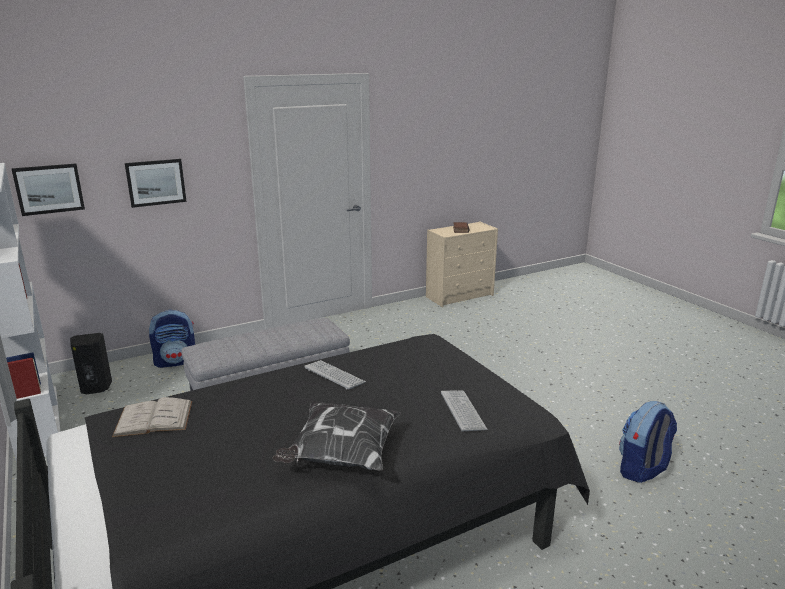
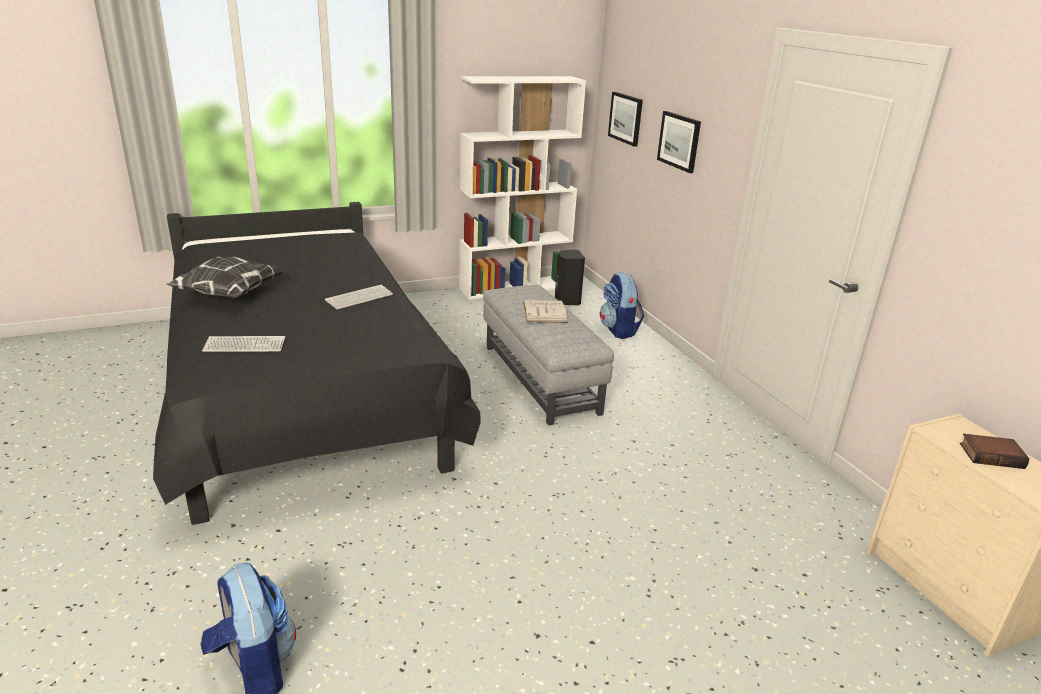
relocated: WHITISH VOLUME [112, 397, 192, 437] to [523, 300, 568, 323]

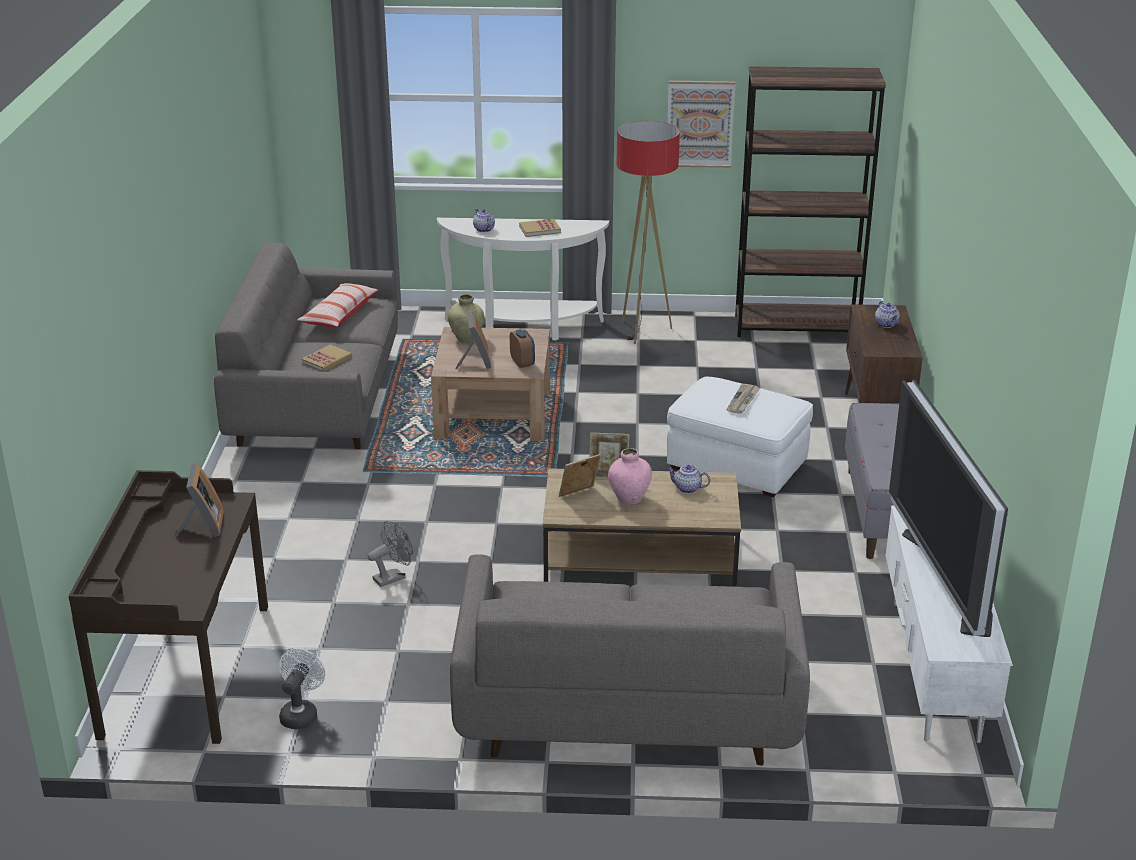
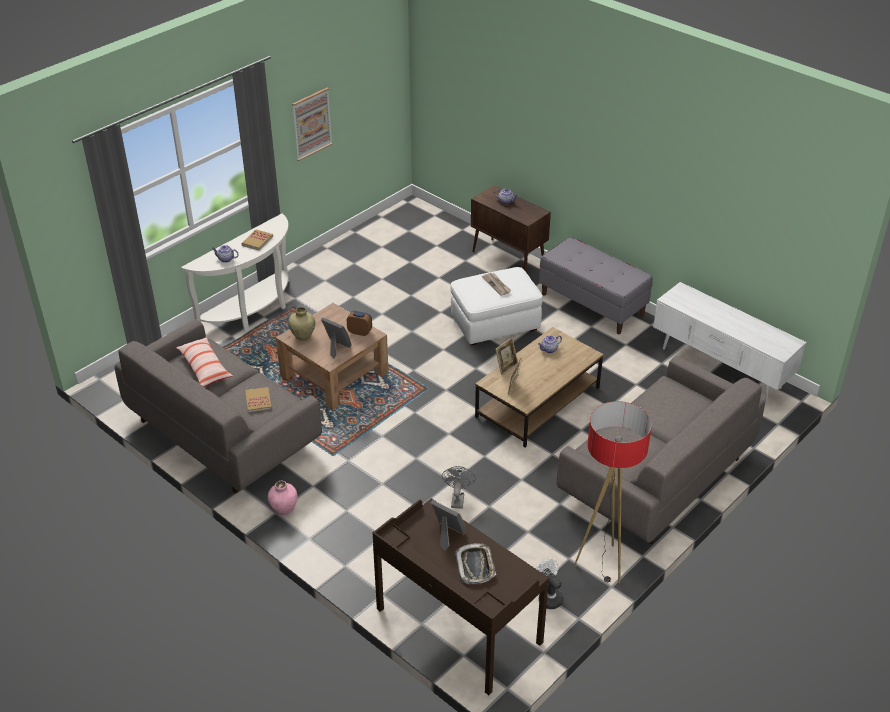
missing: BROWN-COLOURED SHELVING UNIT [735, 66, 886, 337]; TV [889, 380, 1008, 637]
appeared: SERVING TRAY [455, 543, 496, 584]
relocated: PINK FLOWER VASE [608, 448, 652, 504] to [268, 481, 298, 515]; STANDARD LAMP [617, 121, 680, 344] to [574, 401, 652, 583]

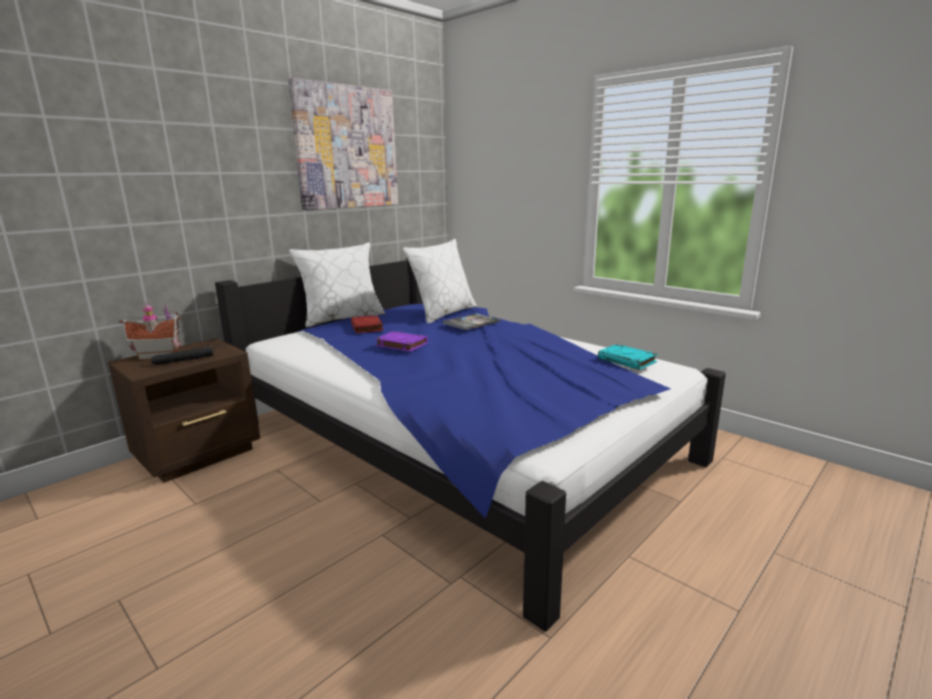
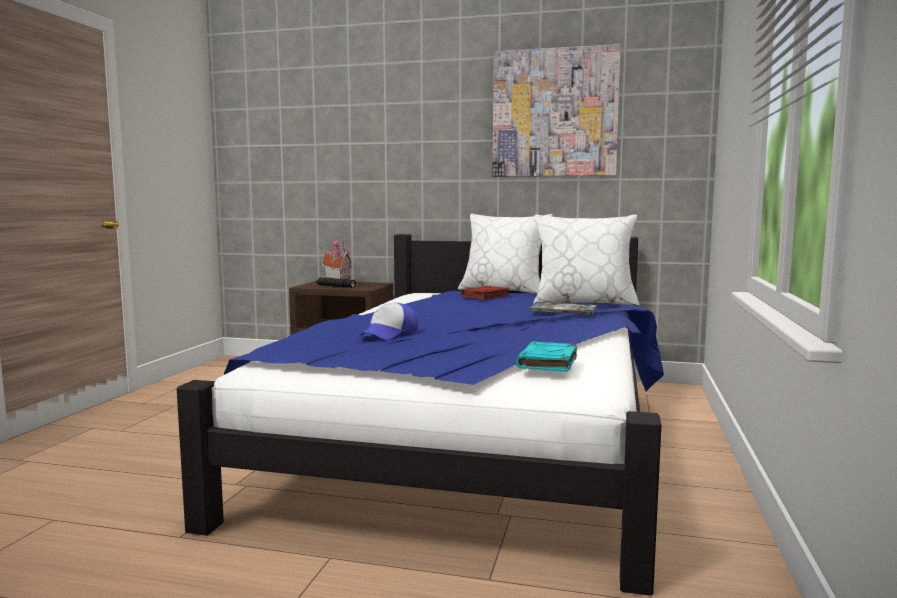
missing: PURPLE VOLUME [375, 331, 428, 352]
appeared: PEAKED CAP [360, 303, 418, 339]

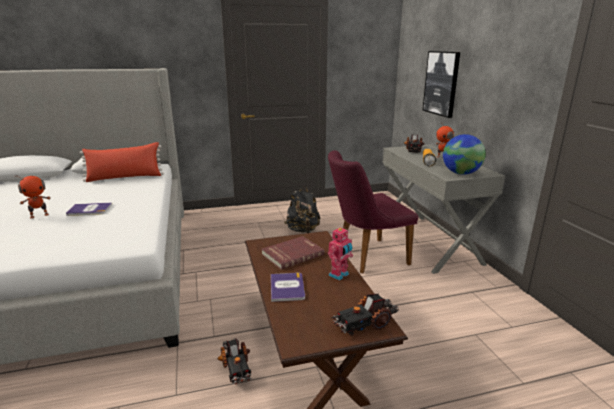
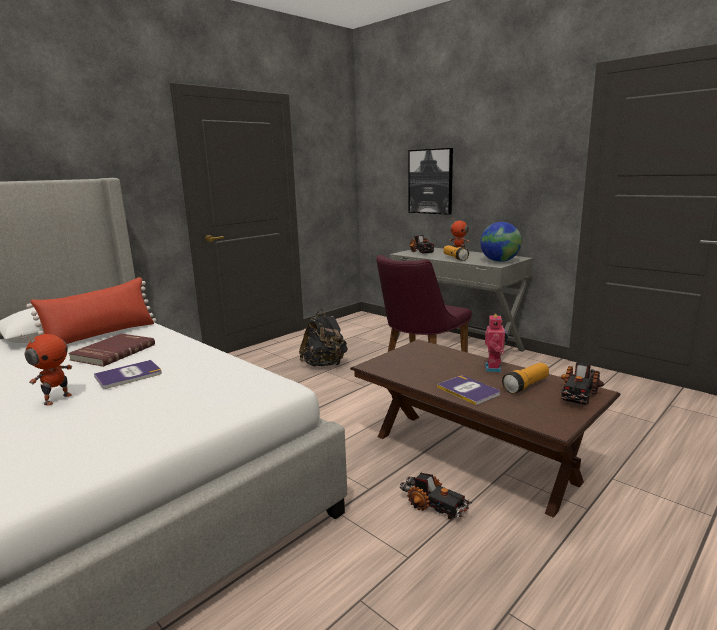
appeared: FLASHLIGHT [502, 363, 549, 394]
relocated: REDDISH VOLUME [262, 236, 325, 270] to [68, 333, 155, 367]

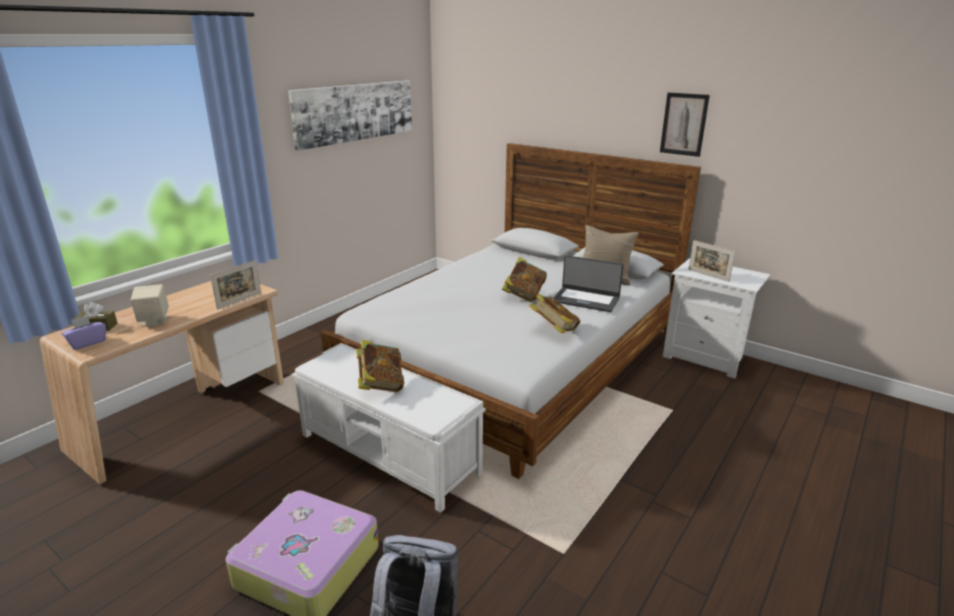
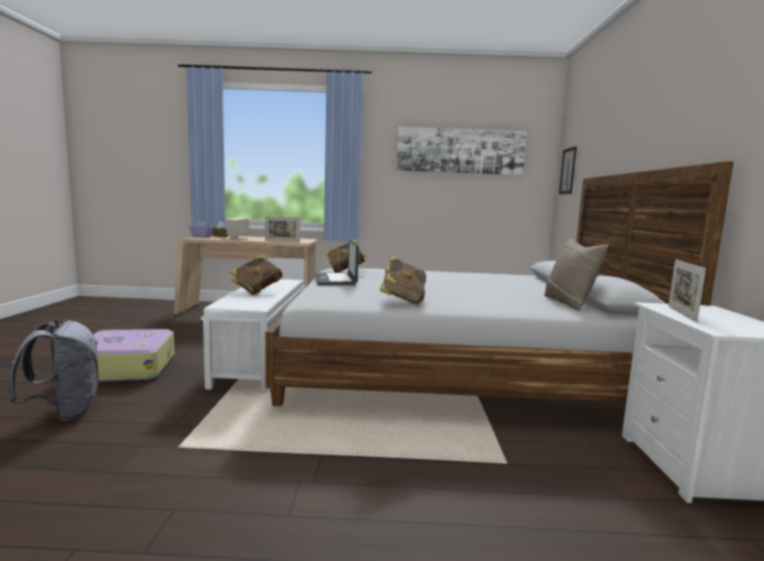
relocated: VOLUME [502, 257, 547, 302] to [325, 239, 368, 273]; PORTABLE COMPUTER [554, 255, 623, 312] to [315, 240, 359, 285]; PICTURE [660, 92, 710, 157] to [559, 146, 577, 194]

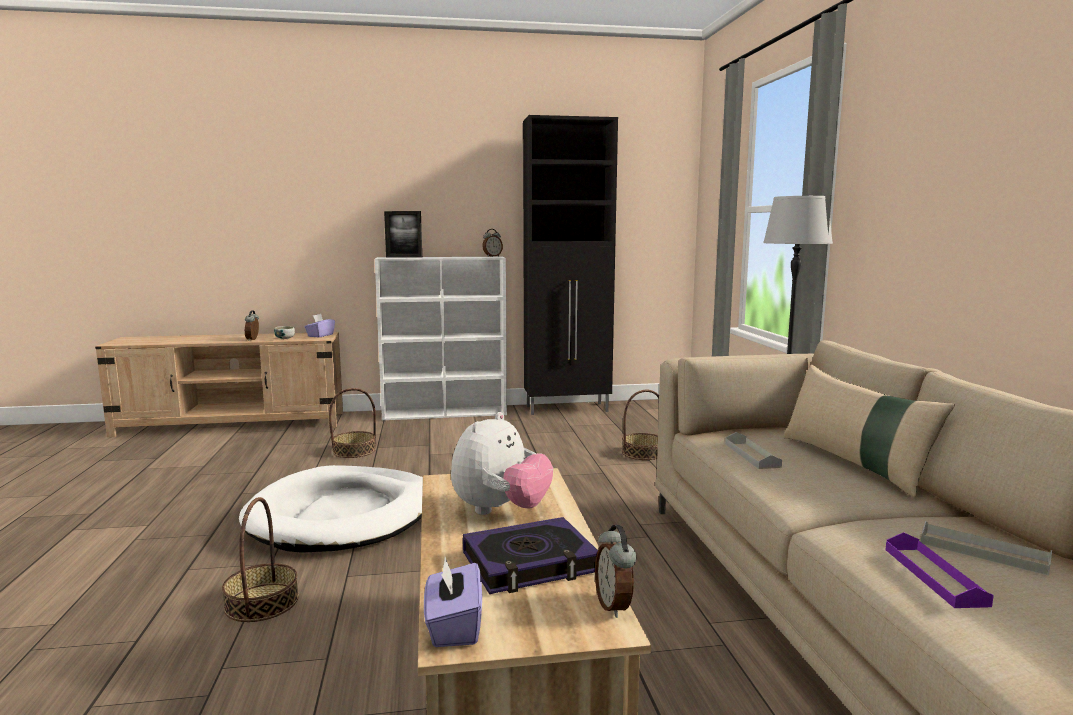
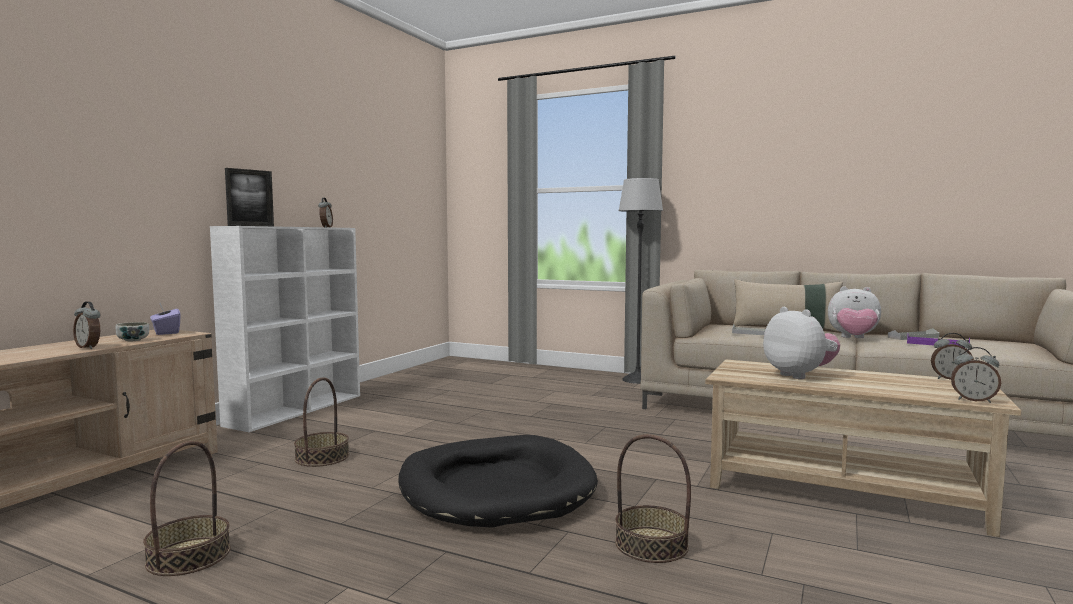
missing: VOLUME [463, 517, 598, 594]; BLACK-COLOURED CABINET [523, 115, 618, 415]
appeared: PLUSH TOY [828, 286, 881, 338]
relocated: HOUSEHOLD BASKET [622, 390, 659, 460] to [143, 441, 231, 576]
exchanged: PURPLE BOX OF TISSUES [424, 557, 482, 647] to TABLE CLOCK [951, 347, 1001, 403]
colour: WHITISH DOG BED [239, 465, 423, 553] to BLACK-COLOURED DOG BED [398, 435, 598, 528]

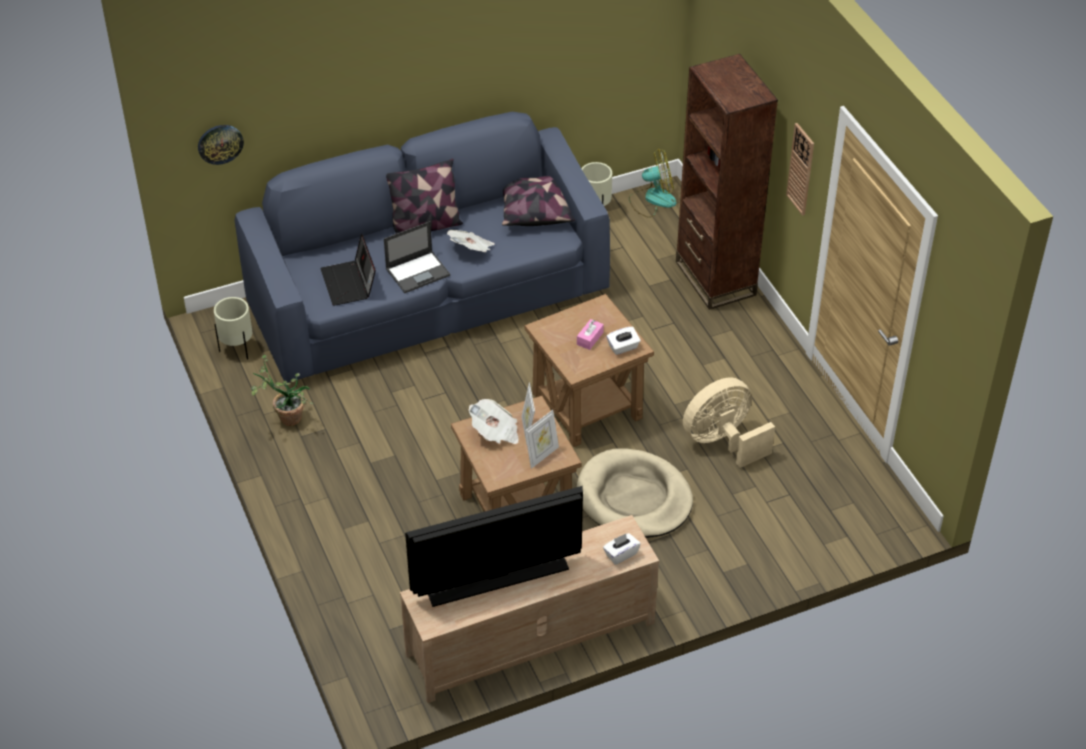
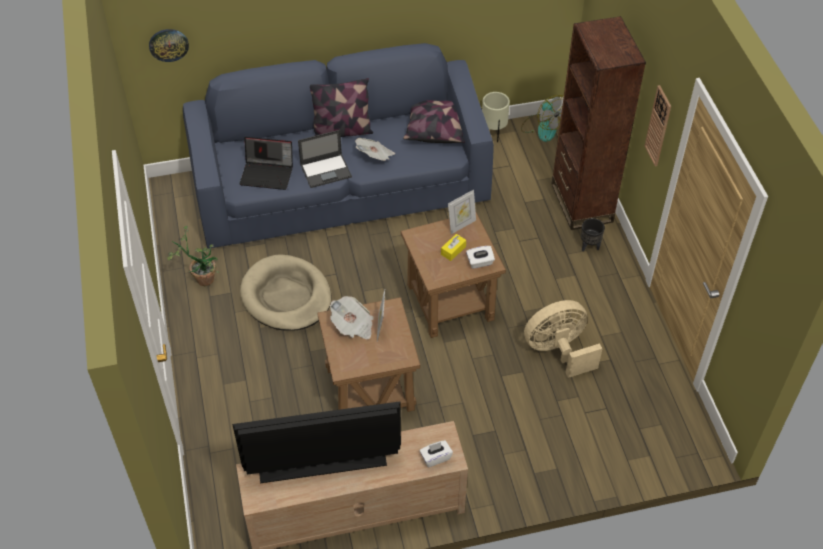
missing: SAND-COLOURED FLOWER POT [214, 297, 252, 360]
appeared: BLACK-COLOURED FLOWER POT [581, 218, 605, 252]
relocated: PHOTO FRAME [525, 410, 559, 469] to [448, 190, 476, 234]; SAND-COLOURED DOG BED [577, 448, 693, 538] to [240, 255, 332, 331]
colour: PINK BOX OF TISSUES [577, 319, 604, 350] to YELLOW-COLOURED BOX OF TISSUES [441, 234, 466, 261]
spun: PORTABLE COMPUTER [320, 233, 376, 306] = [239, 137, 293, 190] 75 degrees counterclockwise; COOLING FAN [629, 149, 677, 218] = [521, 95, 564, 142] 60 degrees clockwise

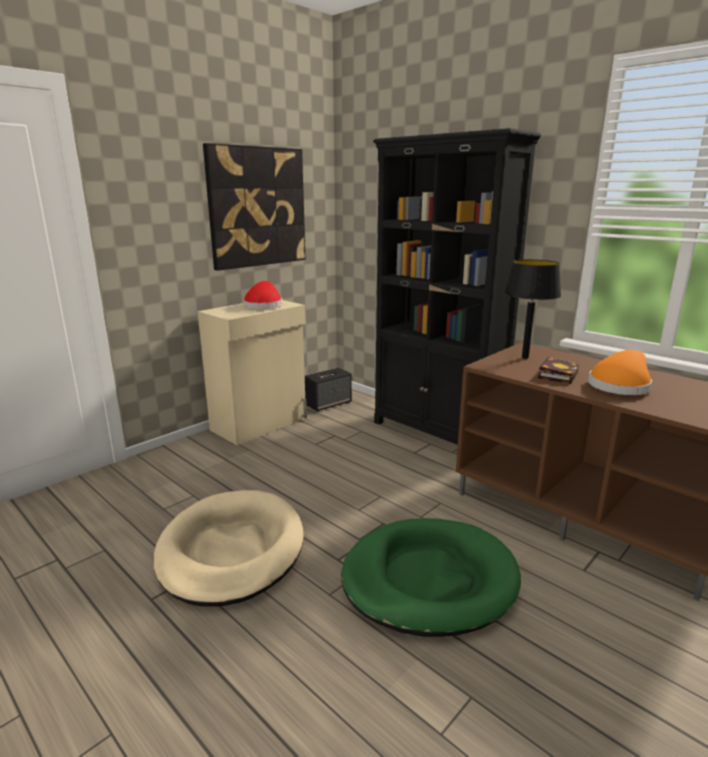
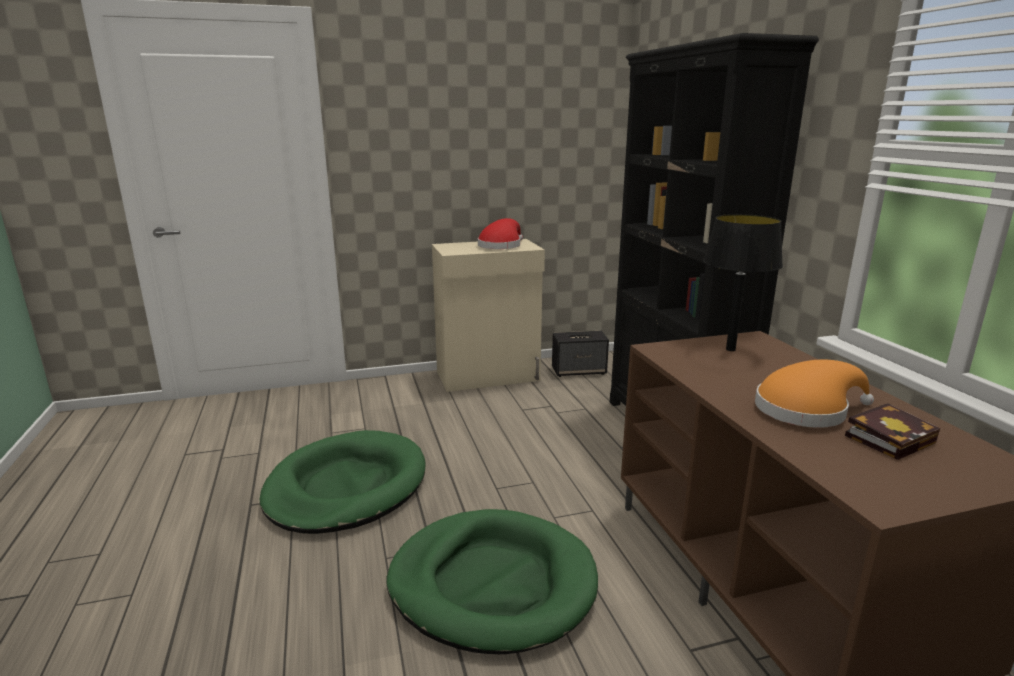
missing: PICTURE [203, 143, 306, 271]
relocated: VOLUME [538, 357, 579, 384] to [845, 403, 940, 460]
colour: SAND-COLOURED DOG BED [154, 490, 304, 607] to GREENISH DOG BED [259, 430, 425, 534]

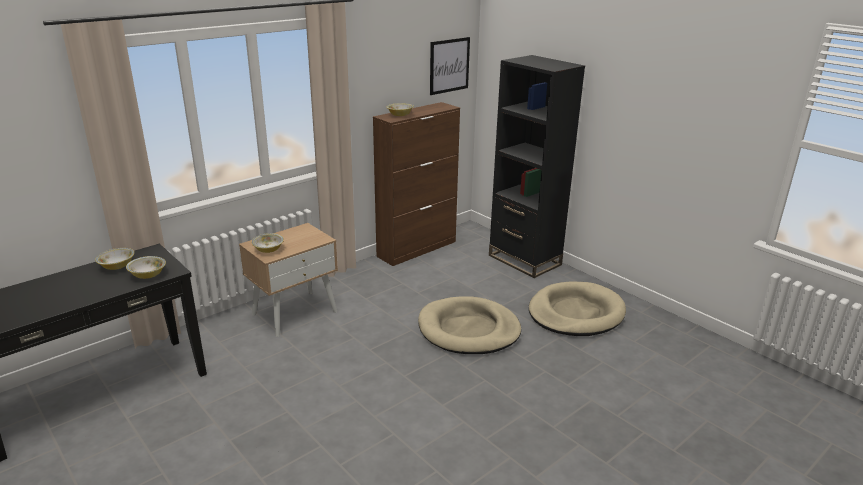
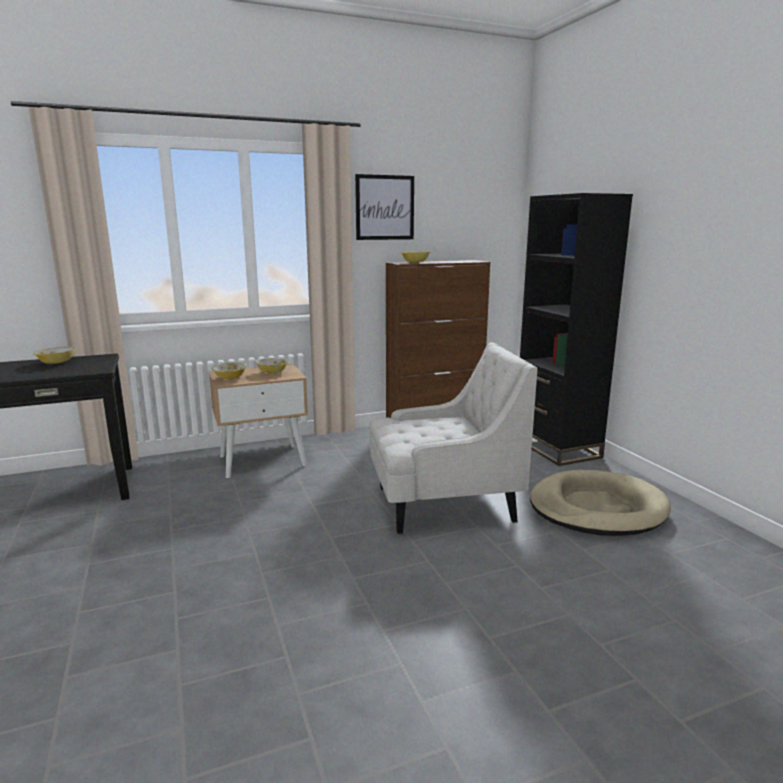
relocated: SERVING BOWL [126, 256, 166, 279] to [255, 358, 289, 373]; PICTURE [430, 37, 470, 95] to [355, 174, 414, 240]
exchanged: SAND-COLOURED DOG BED [418, 296, 521, 354] to WHITISH ARMCHAIR [369, 342, 538, 534]

